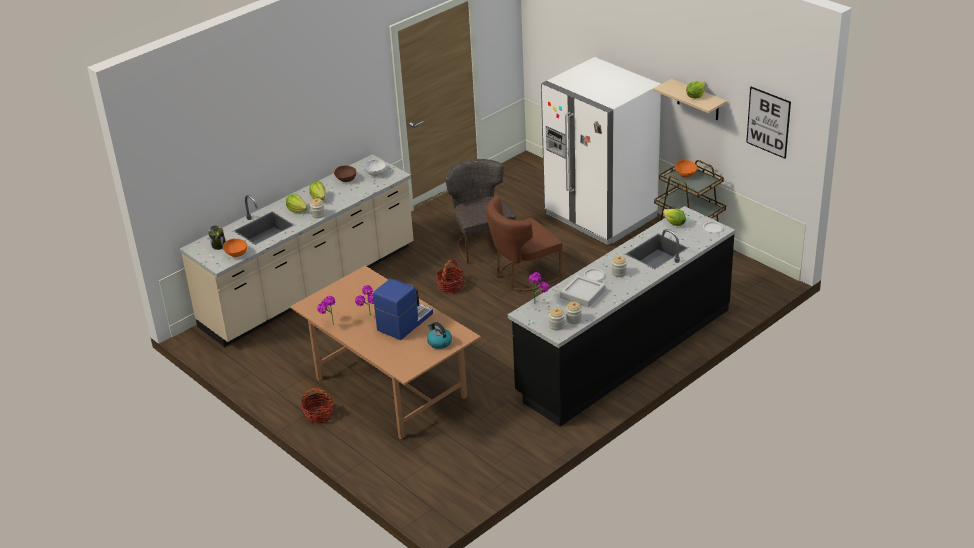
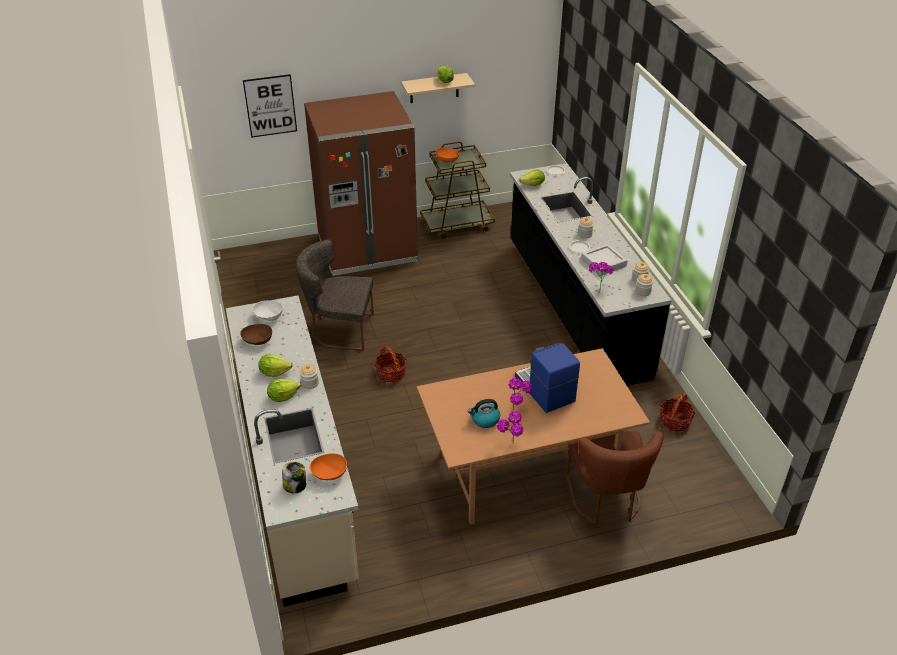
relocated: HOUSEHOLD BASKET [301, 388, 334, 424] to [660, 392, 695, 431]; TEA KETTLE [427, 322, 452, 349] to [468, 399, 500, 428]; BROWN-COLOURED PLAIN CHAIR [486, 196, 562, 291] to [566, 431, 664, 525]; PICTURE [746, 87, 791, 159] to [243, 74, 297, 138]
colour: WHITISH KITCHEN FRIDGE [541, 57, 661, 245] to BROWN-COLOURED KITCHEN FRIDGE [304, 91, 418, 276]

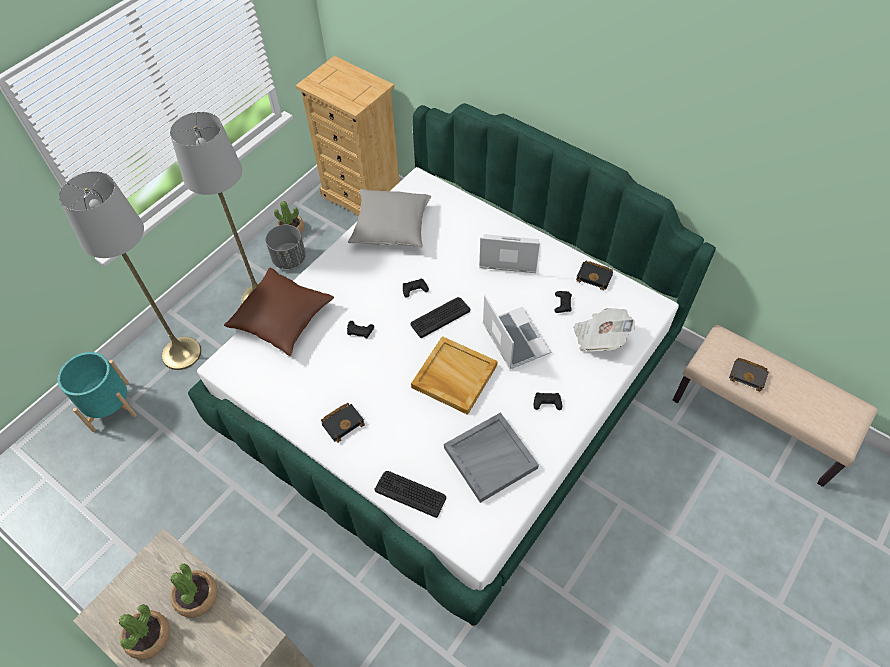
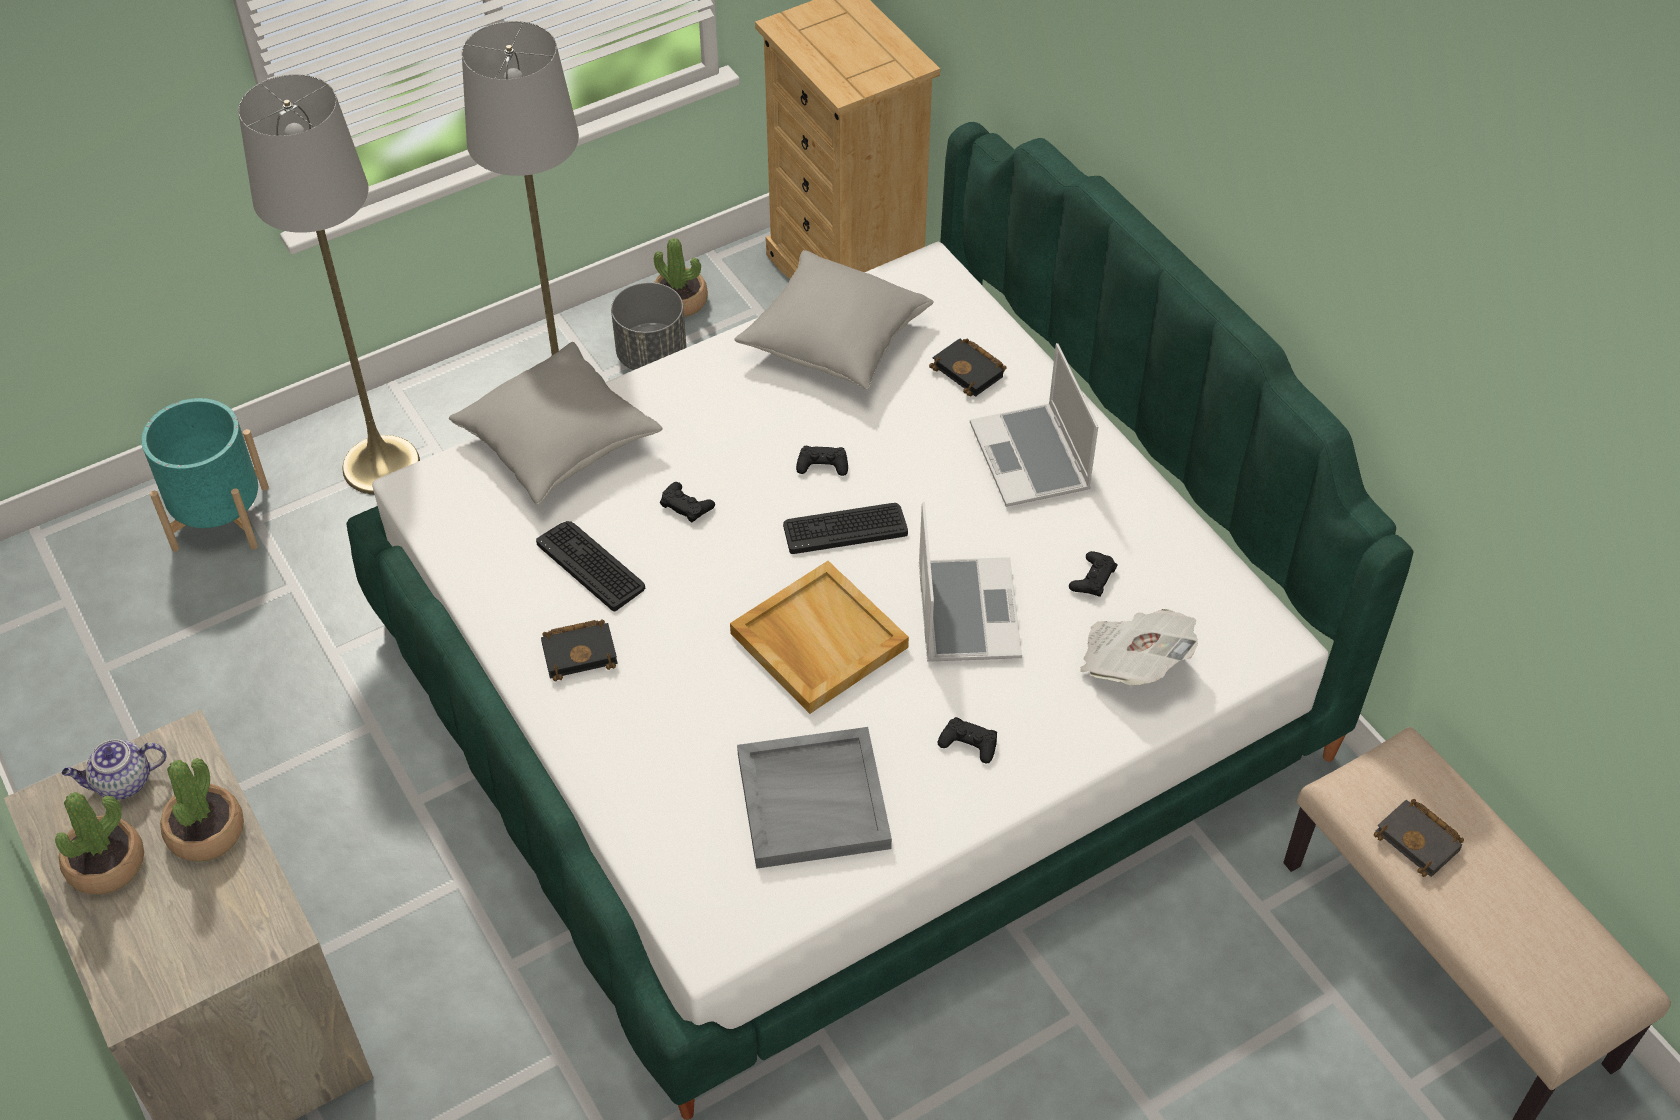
appeared: TEAPOT [62, 739, 167, 800]
relocated: COMPUTER KEYBOARD [375, 471, 446, 518] to [536, 521, 645, 611]; BLACK-COLOURED VOLUME [576, 261, 613, 290] to [929, 339, 1006, 397]
colour: BROWN-COLOURED CUSHION [224, 268, 334, 356] to GREY CUSHION [449, 342, 662, 505]
spun: PORTABLE COMPUTER [479, 234, 540, 273] = [970, 343, 1098, 507] 135 degrees counterclockwise

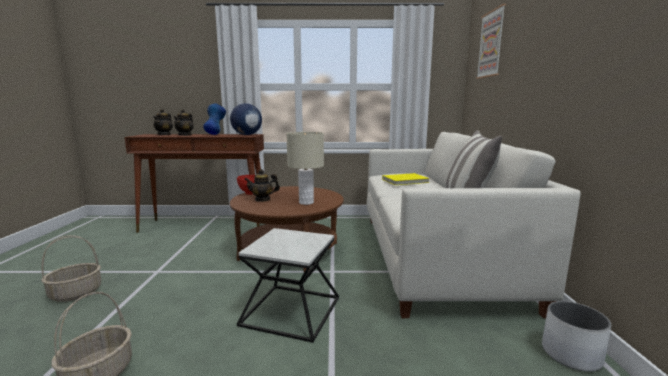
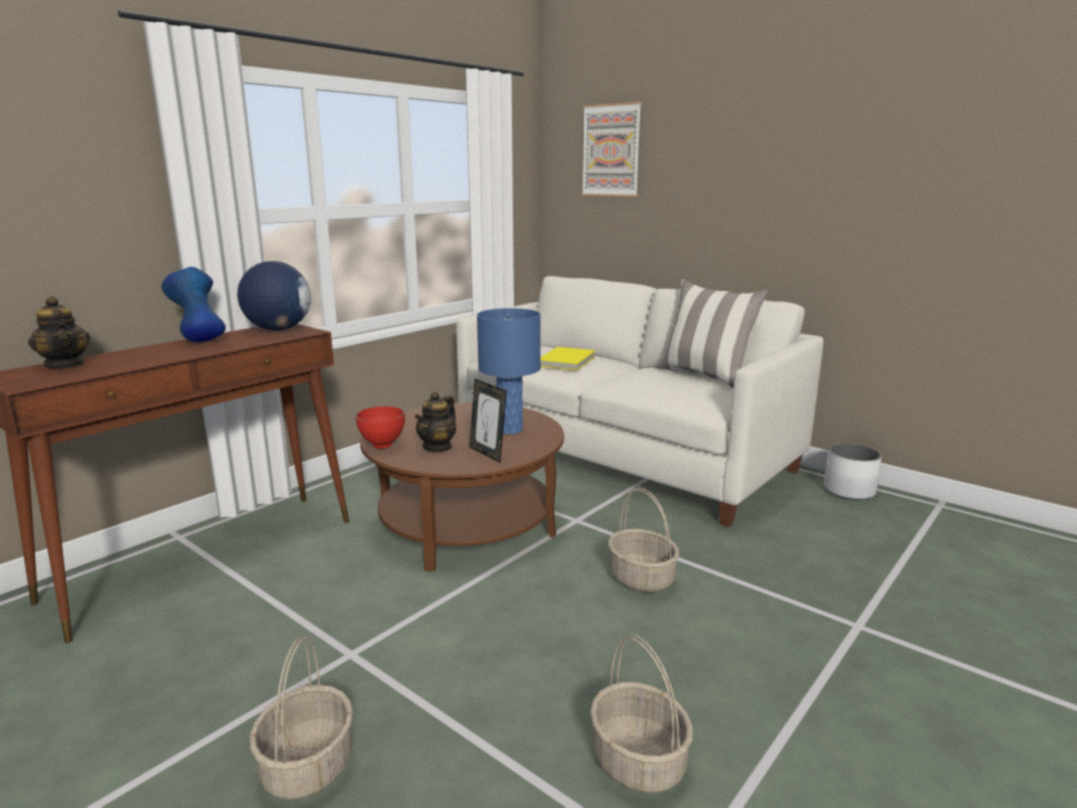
missing: TEAPOT [174, 109, 194, 136]
appeared: PHOTO FRAME [469, 379, 507, 463]
exchanged: END TABLE [237, 228, 339, 343] to HOUSEHOLD BASKET [608, 487, 679, 593]
colour: SAND-COLOURED TABLETOP LAMP [286, 132, 324, 205] to BLUE-COLOURED TABLETOP LAMP [477, 308, 541, 434]

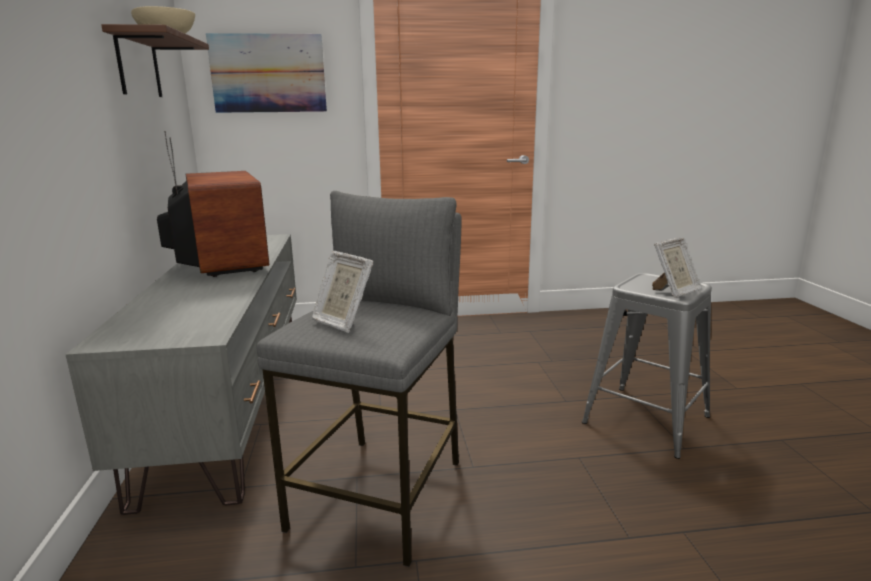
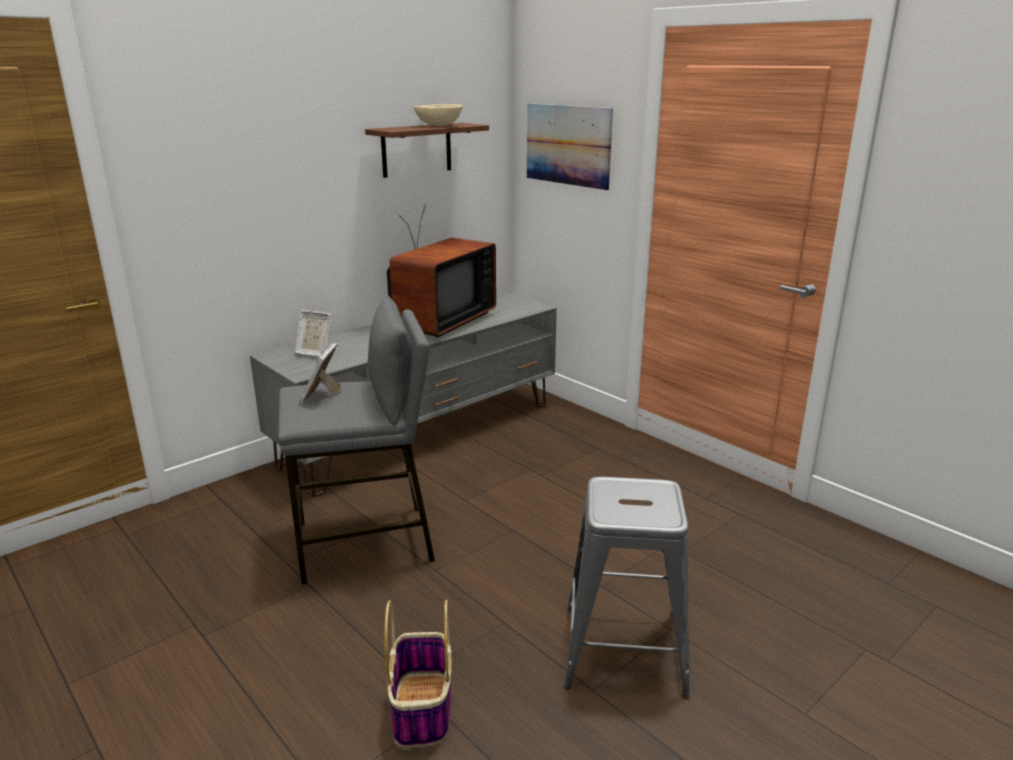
appeared: HOUSEHOLD BASKET [384, 600, 452, 748]
relocated: PHOTO FRAME [652, 238, 702, 298] to [295, 310, 333, 358]

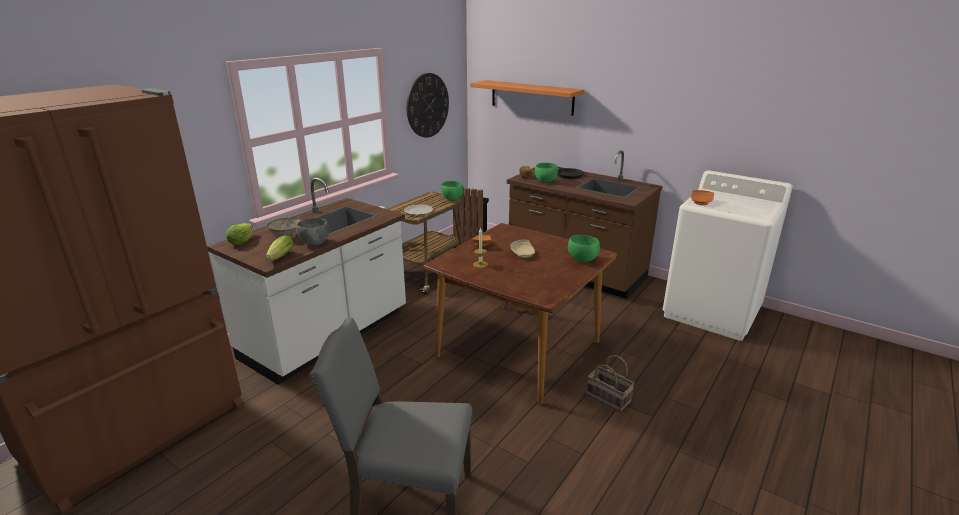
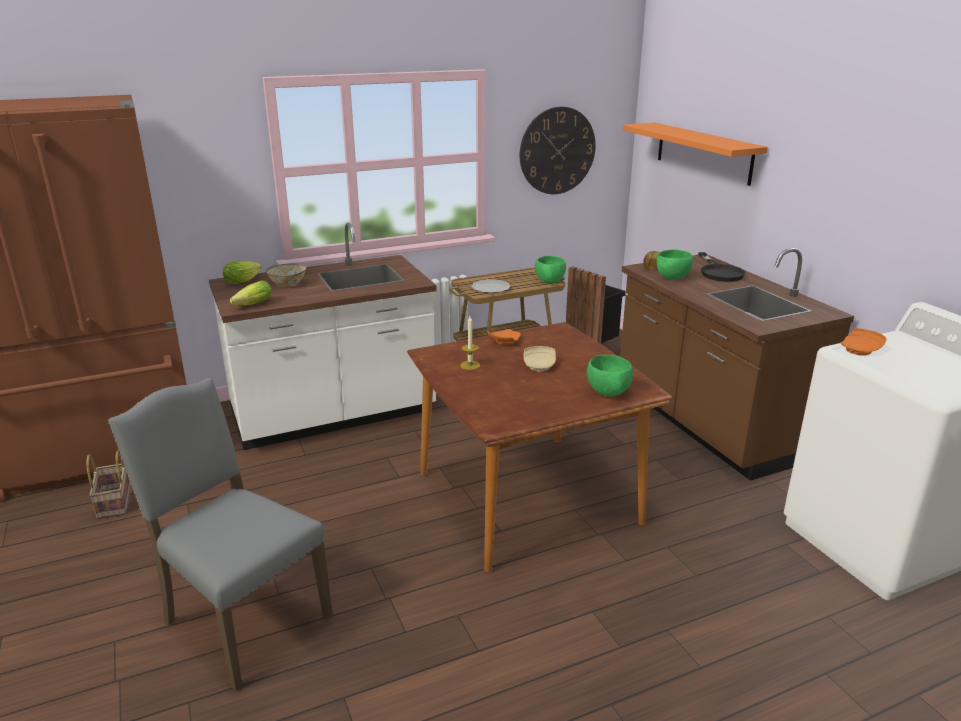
missing: GREY SERVING BOWL [296, 218, 329, 246]
relocated: HOUSEHOLD BASKET [586, 355, 635, 412] to [86, 450, 130, 519]

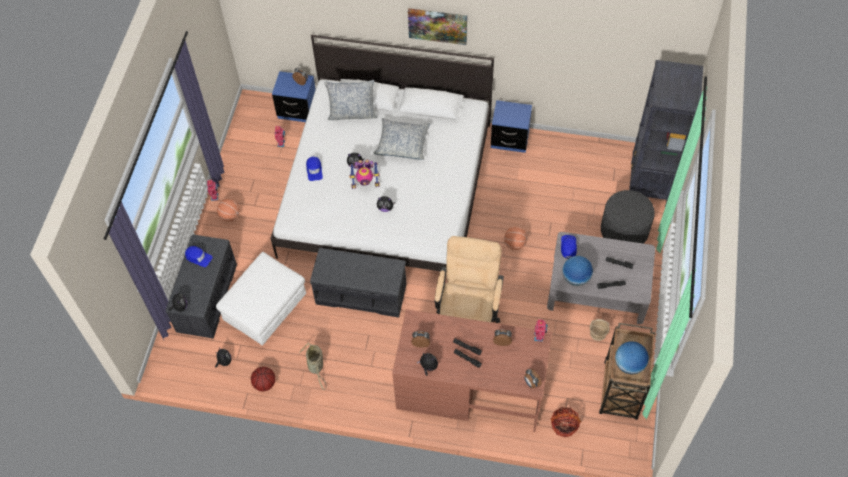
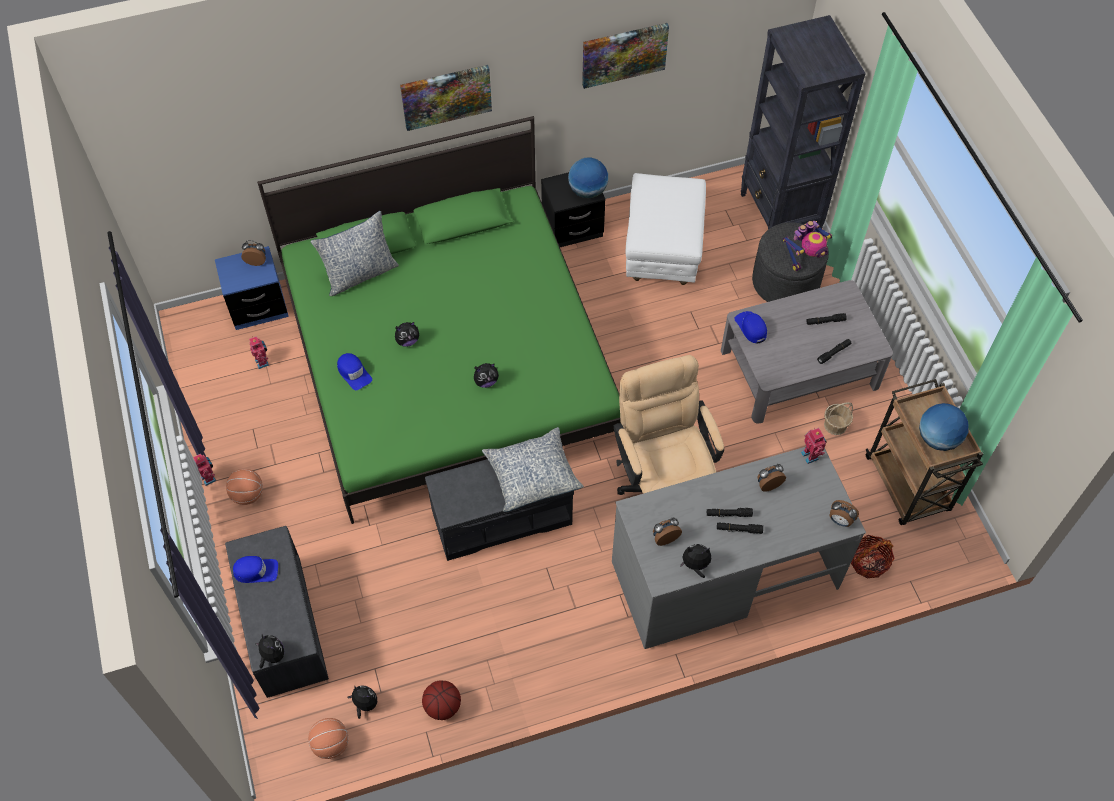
missing: HOUSEHOLD BASKET [299, 343, 327, 390]
appeared: PICTURE [582, 23, 669, 89]
relocated: WHITISH FOOTREST [216, 252, 306, 346] to [626, 173, 706, 285]; MODEL ROBOT [349, 160, 380, 189] to [783, 221, 832, 271]; CUSHION [374, 118, 431, 160] to [482, 427, 584, 512]; BALL FOR BASKETBALL [504, 227, 527, 250] to [308, 718, 348, 759]; WORLD GLOBE [563, 256, 593, 286] to [568, 157, 608, 198]
colour: WHITISH BED [270, 35, 494, 271] to GREENISH BED [257, 116, 621, 524]; BROWN-COLOURED DESK TABLE [392, 309, 552, 432] to GREY DESK TABLE [612, 447, 866, 649]; BLUE-COLOURED BEDSIDE TABLE [491, 100, 532, 153] to BLACK-COLOURED BEDSIDE TABLE [541, 172, 605, 247]

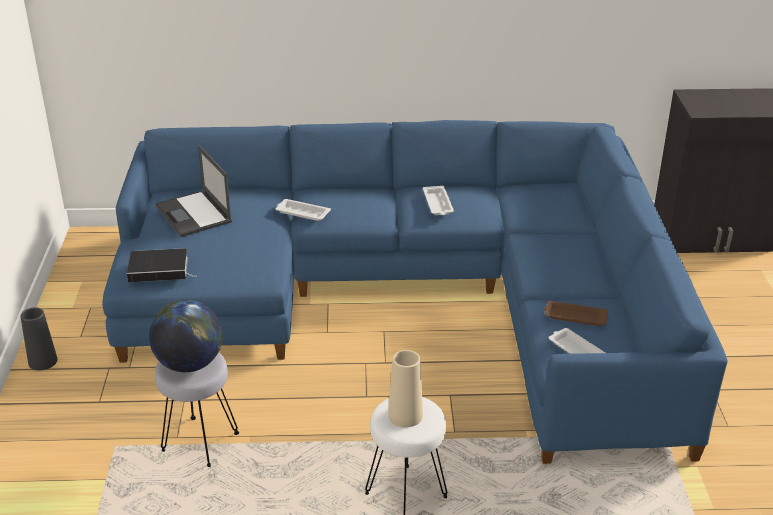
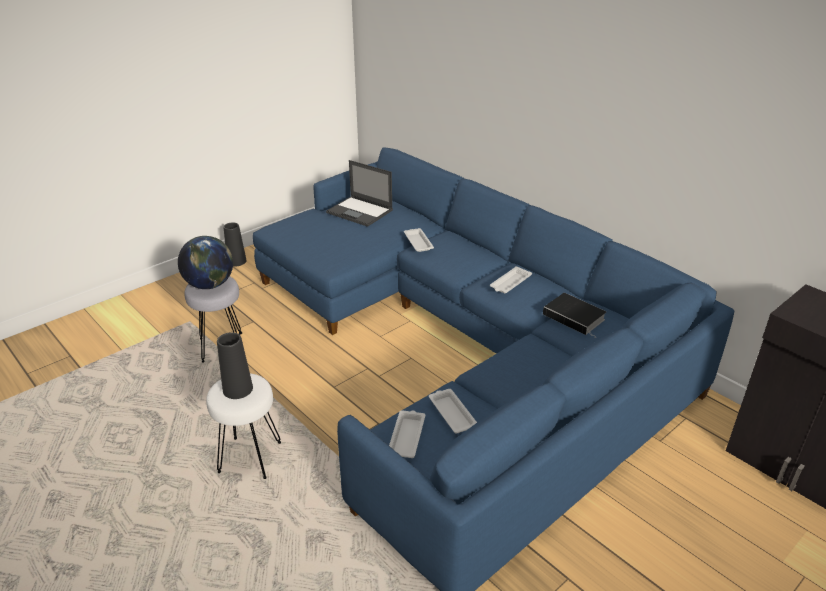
relocated: VOLUME [127, 248, 196, 282] to [543, 293, 606, 338]
colour: SAND-COLOURED FLOWER VASE [388, 350, 423, 428] to BLACK-COLOURED FLOWER VASE [217, 332, 253, 399]; BROWN-COLOURED SERVING TRAY [544, 301, 608, 326] to WHITISH SERVING TRAY [429, 389, 477, 434]
spun: PORTABLE COMPUTER [155, 145, 232, 237] = [326, 160, 393, 227] 75 degrees counterclockwise

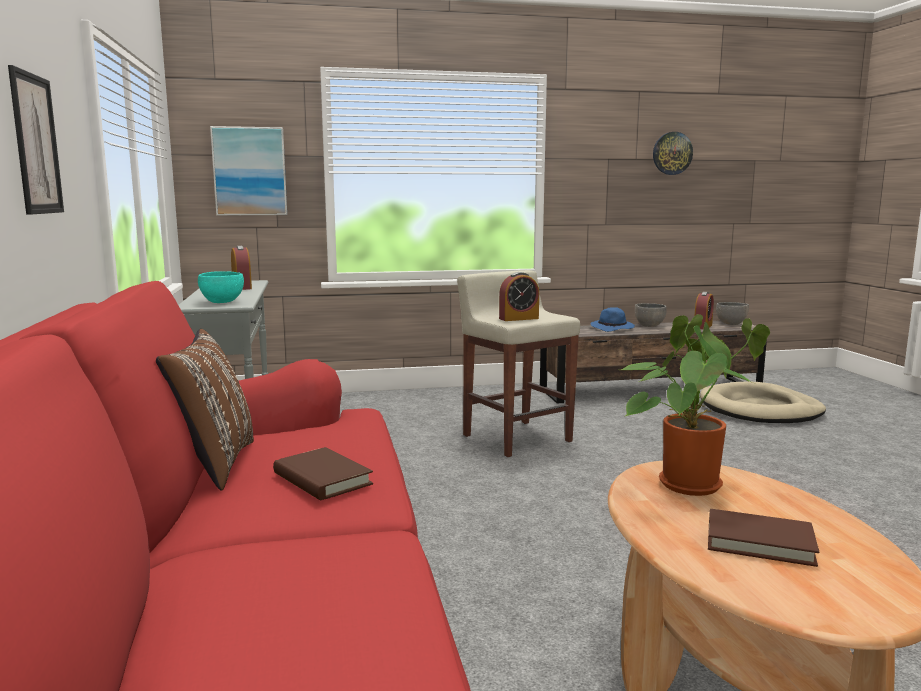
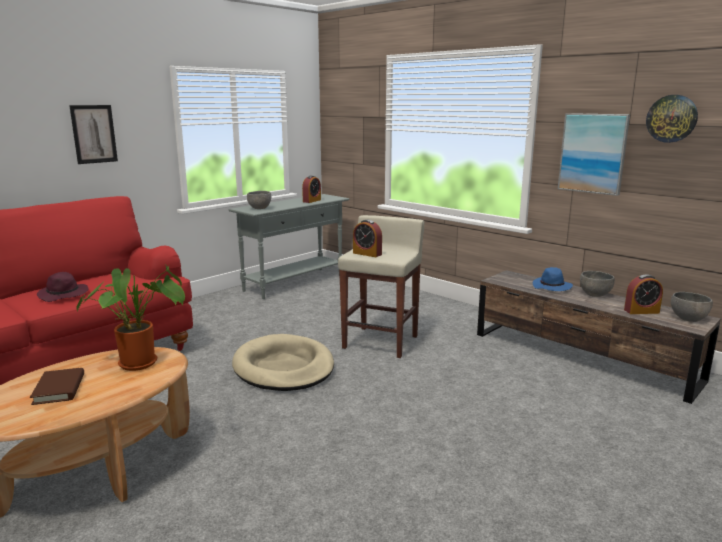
missing: BROWN-COLOURED CUSHION [156, 329, 254, 491]
relocated: PICTURE [210, 126, 287, 216] to [558, 113, 630, 196]; SAND-COLOURED DOG BED [700, 381, 826, 423] to [232, 334, 334, 391]
exchanged: BROWN-COLOURED VOLUME [273, 447, 373, 500] to PURPLE HAT [37, 272, 88, 302]
colour: BLUE-GREEN SERVING BOWL [198, 271, 244, 303] to GREY SERVING BOWL [247, 191, 271, 209]

